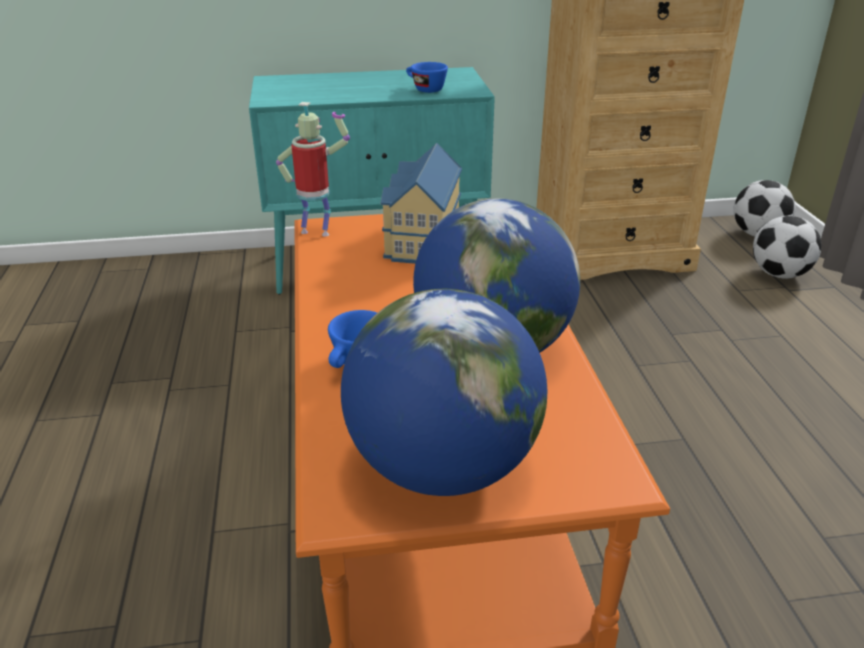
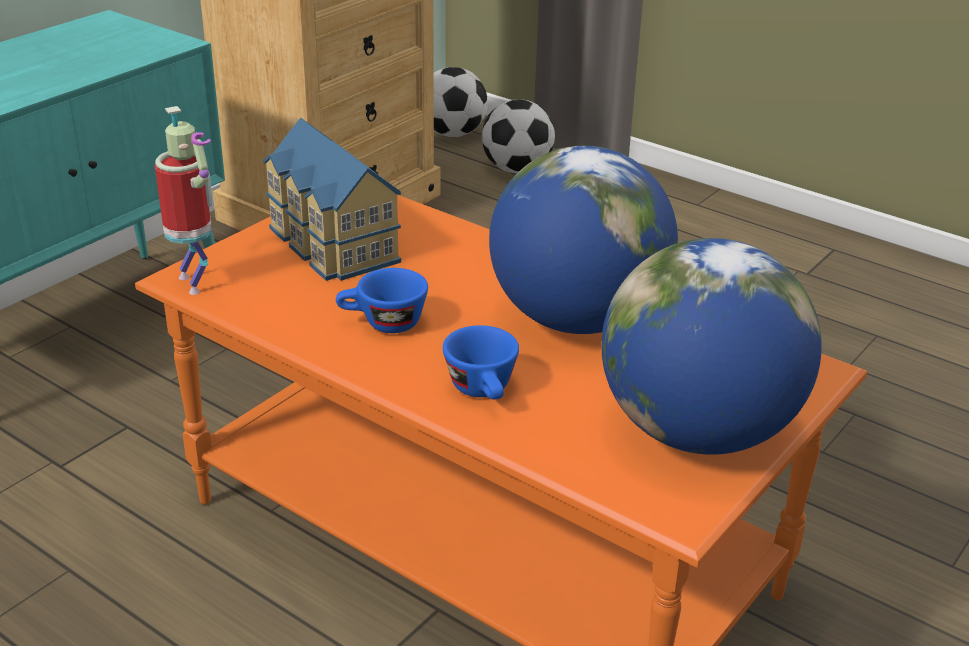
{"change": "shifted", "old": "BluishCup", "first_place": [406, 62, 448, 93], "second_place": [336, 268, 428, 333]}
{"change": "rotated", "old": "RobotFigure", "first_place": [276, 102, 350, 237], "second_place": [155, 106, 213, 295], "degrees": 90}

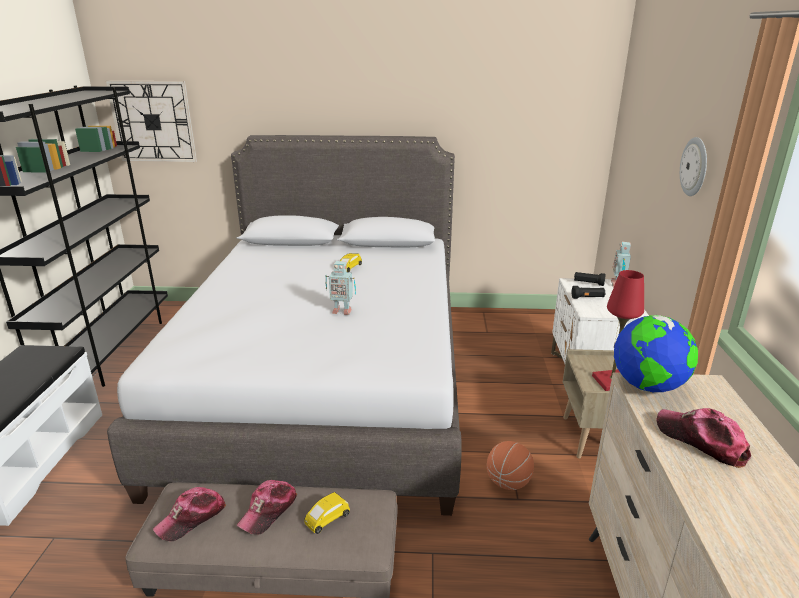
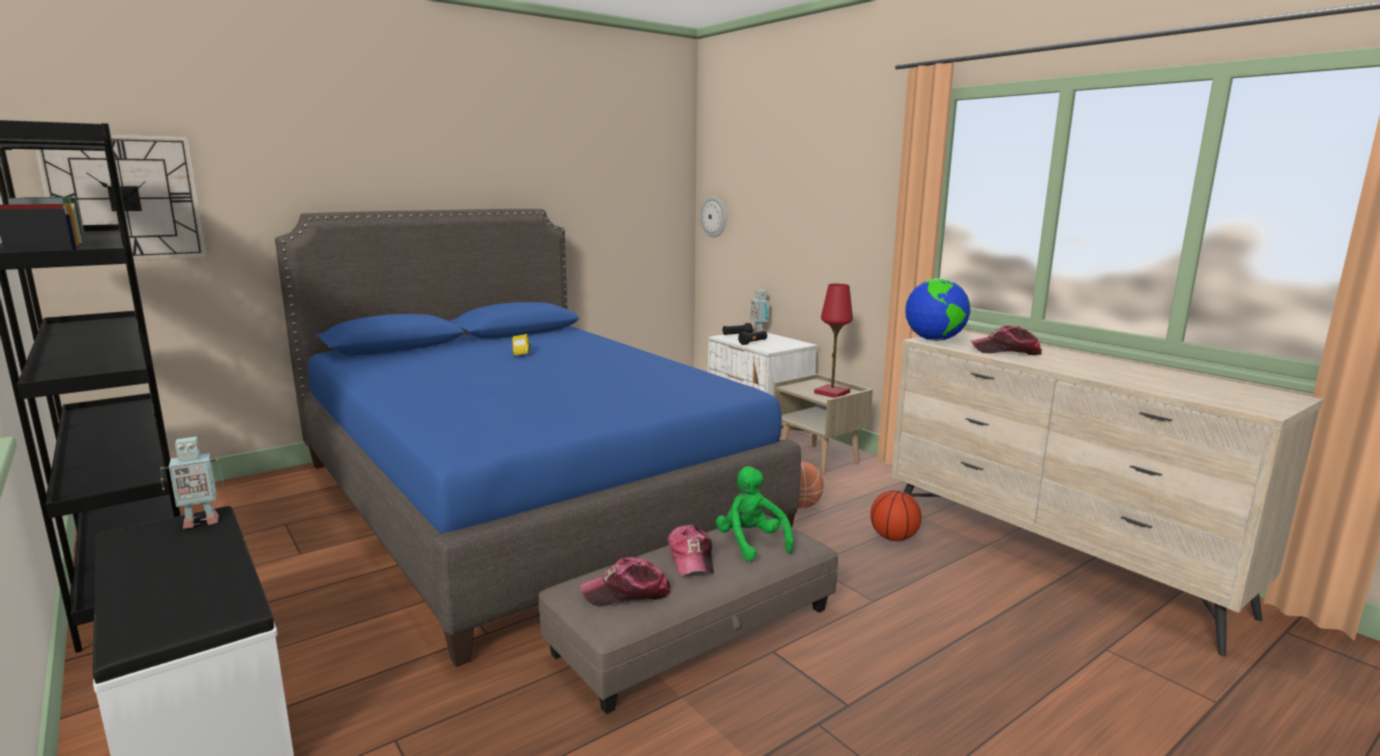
{"change": "new", "new": "Basketball", "second_place": [870, 490, 922, 541]}
{"change": "shifted", "old": "RobotFigure", "first_place": [325, 261, 356, 315], "second_place": [160, 436, 223, 529]}
{"change": "shifted", "old": "ClockOnTheWall", "first_place": [680, 137, 707, 196], "second_place": [701, 196, 726, 238]}
{"change": "swapped", "old": "YellowModelCar", "new": "GreenCuddlyToy", "first_place": [304, 492, 350, 534], "second_place": [716, 466, 794, 561]}
{"change": "repainted", "old": "GraySleepingBed", "new": "BluishSleepingBed", "first_place": [107, 135, 462, 516], "second_place": [275, 209, 801, 667]}
{"change": "rotated", "old": "Cap", "first_place": [153, 487, 226, 541], "second_place": [580, 557, 671, 606], "degrees": 75}

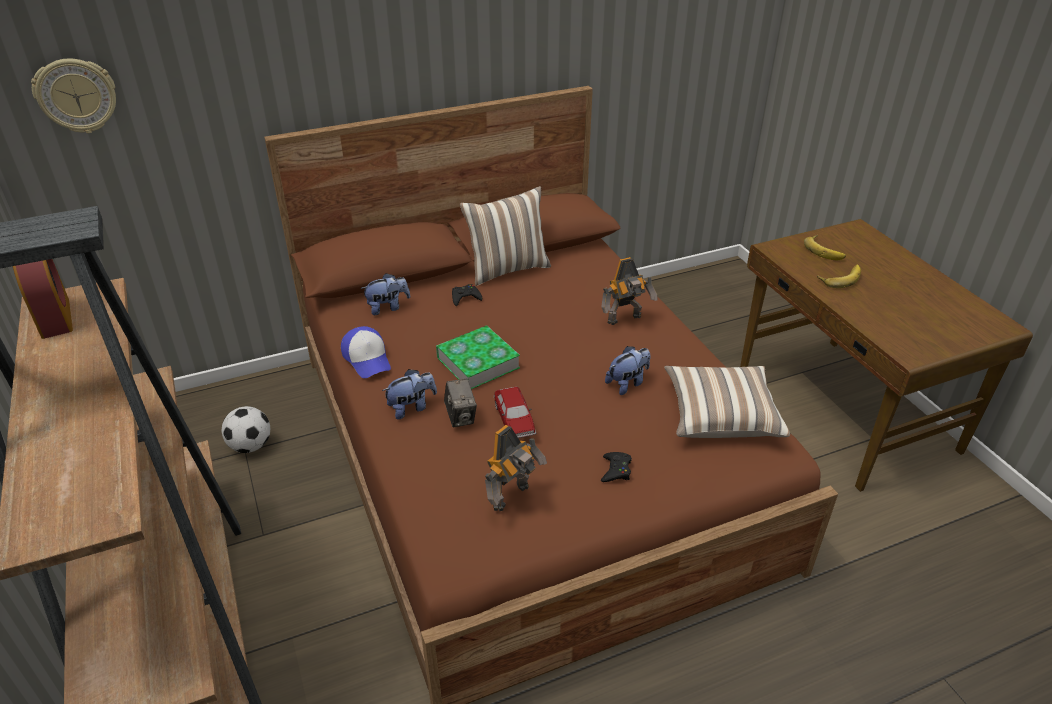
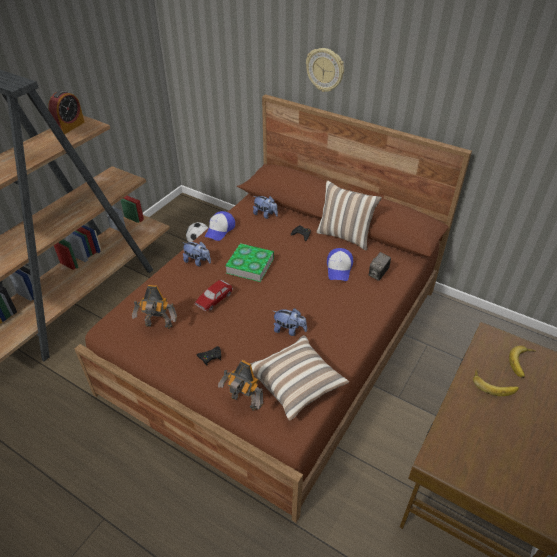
{"change": "new", "new": "Cap", "second_place": [327, 248, 353, 281]}
{"change": "shifted", "old": "ClockOnTheWall", "first_place": [31, 59, 116, 133], "second_place": [306, 48, 344, 92]}
{"change": "shifted", "old": "StillCamera", "first_place": [444, 379, 477, 427], "second_place": [369, 252, 391, 281]}
{"change": "shifted", "old": "RobotFigure", "first_place": [601, 257, 657, 325], "second_place": [218, 360, 263, 411]}

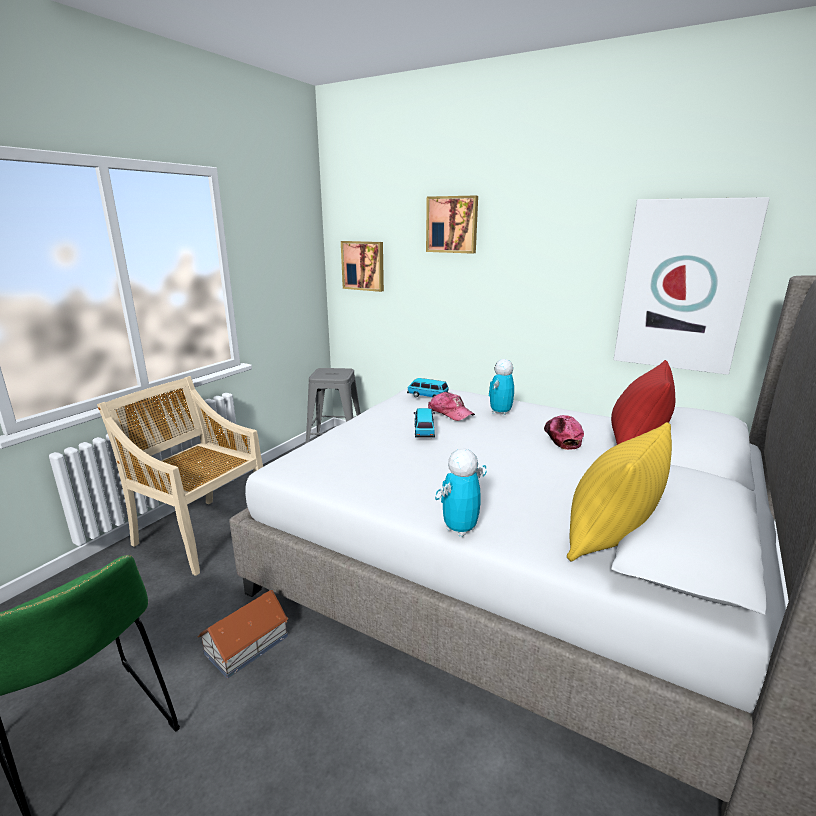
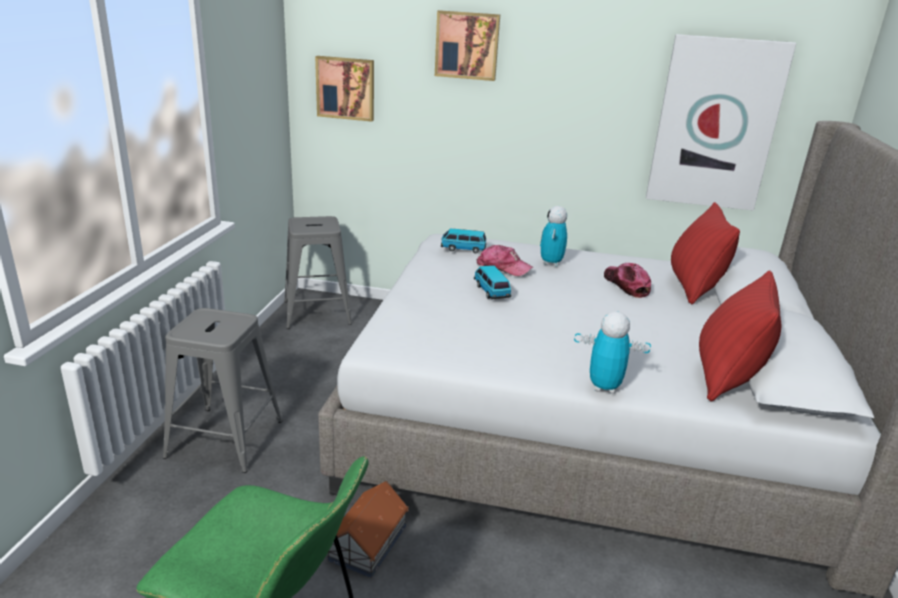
{"change": "swapped", "old": "BeigeColouredUprightChair", "new": "GrayStoolSeat", "first_place": [97, 376, 263, 576], "second_place": [163, 308, 282, 473]}
{"change": "repainted", "old": "YellowThrowPillow", "new": "RedThrowPillow", "first_place": [567, 422, 672, 561], "second_place": [699, 270, 781, 401]}
{"change": "rotated", "old": "RobotFigure", "first_place": [435, 448, 487, 537], "second_place": [574, 311, 651, 394], "degrees": 75}

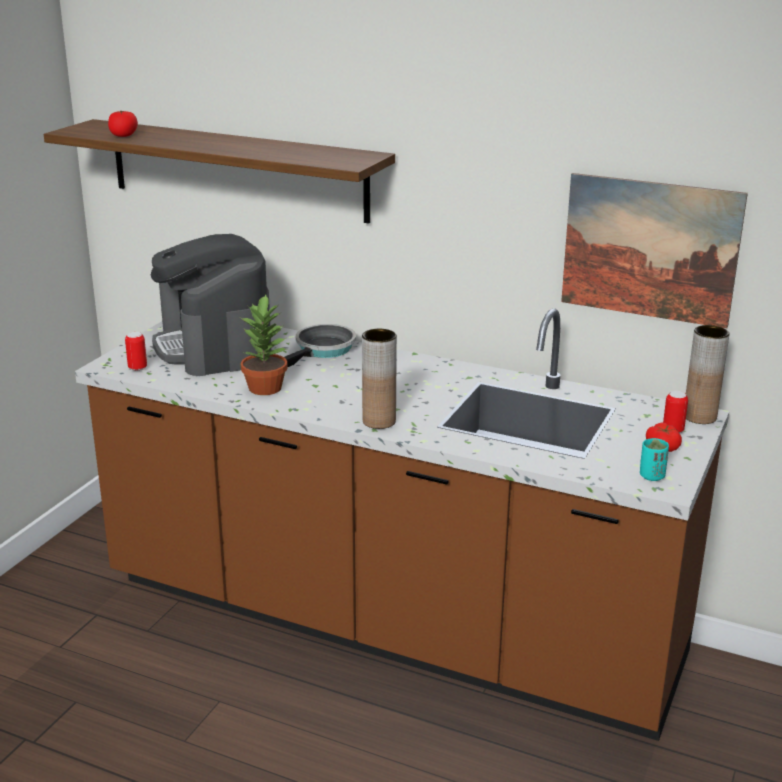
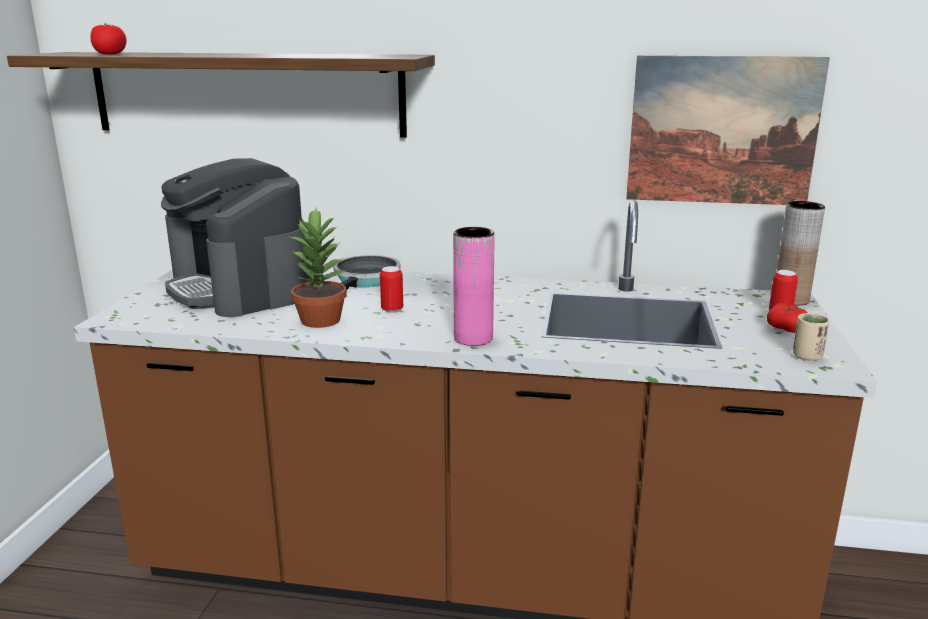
{"change": "shifted", "old": "SealedCan", "first_place": [125, 332, 147, 371], "second_place": [380, 266, 403, 313]}
{"change": "repainted", "old": "BrownVase", "new": "PinkVase", "first_place": [362, 329, 397, 429], "second_place": [453, 227, 495, 346]}
{"change": "repainted", "old": "BlueGreenCup", "new": "BeigeColouredCup", "first_place": [640, 438, 669, 481], "second_place": [793, 313, 829, 361]}

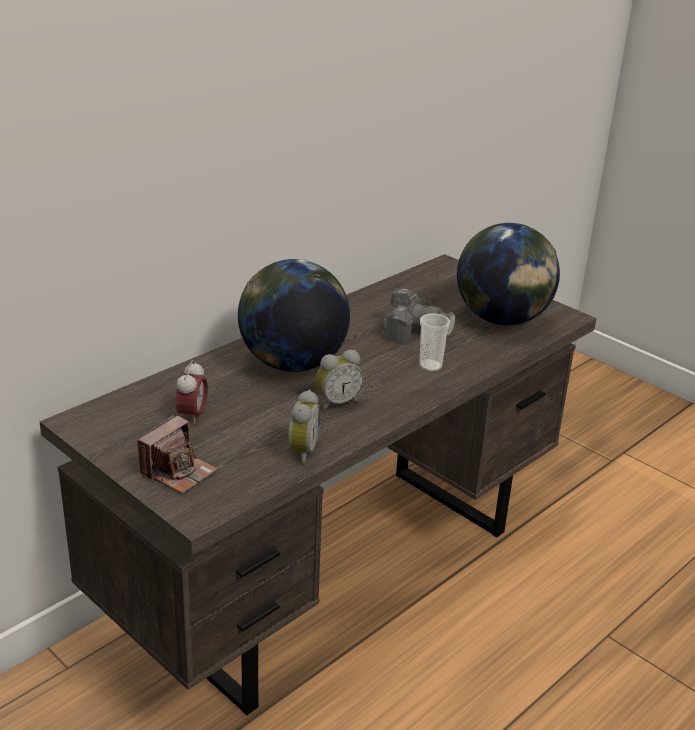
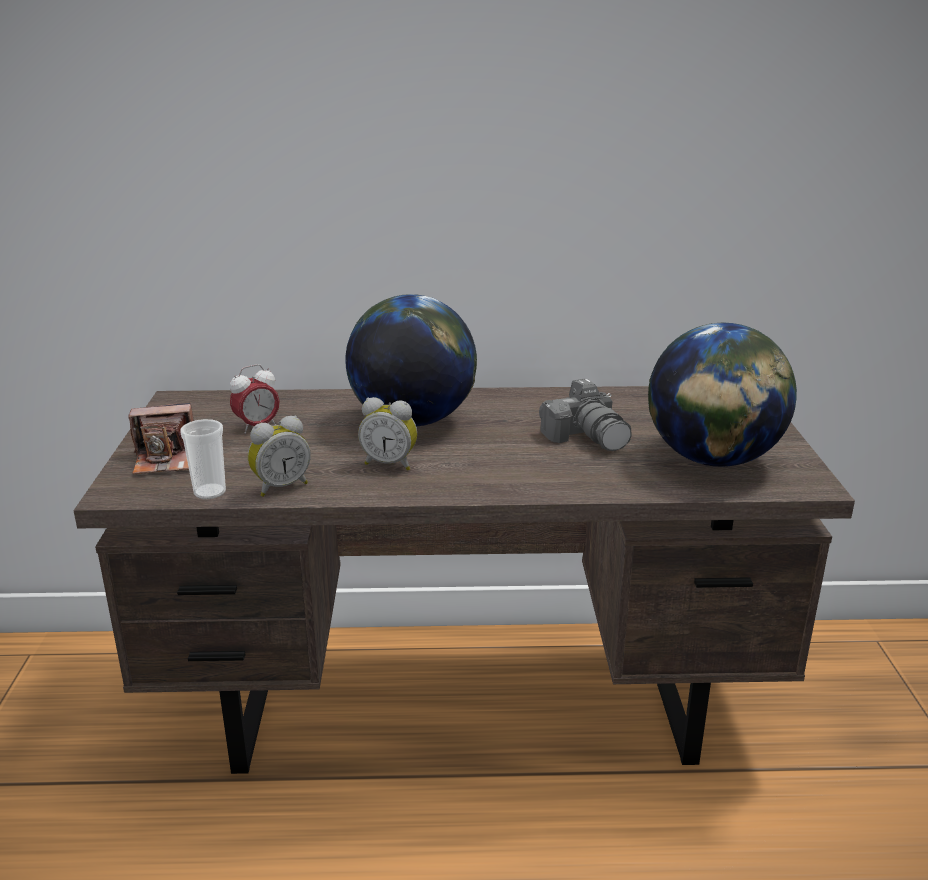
{"change": "shifted", "old": "Cup", "first_place": [419, 313, 450, 372], "second_place": [180, 419, 226, 499]}

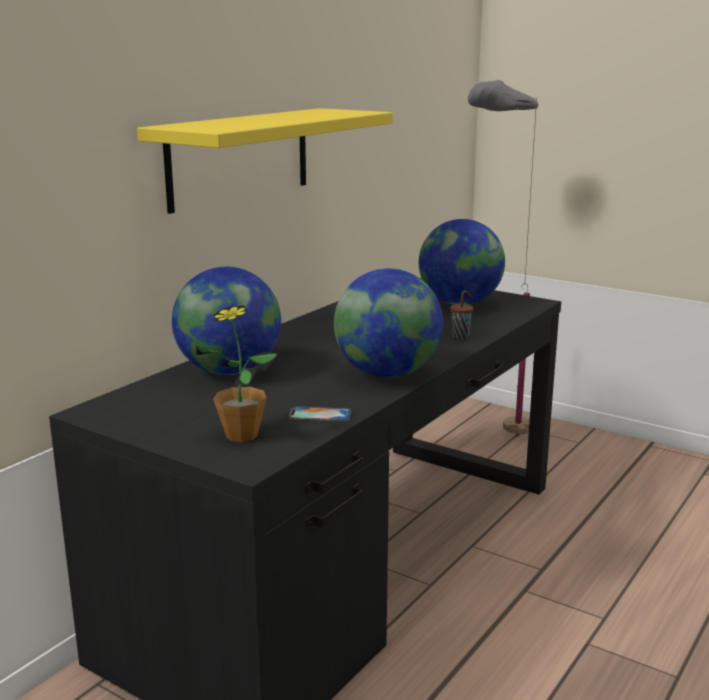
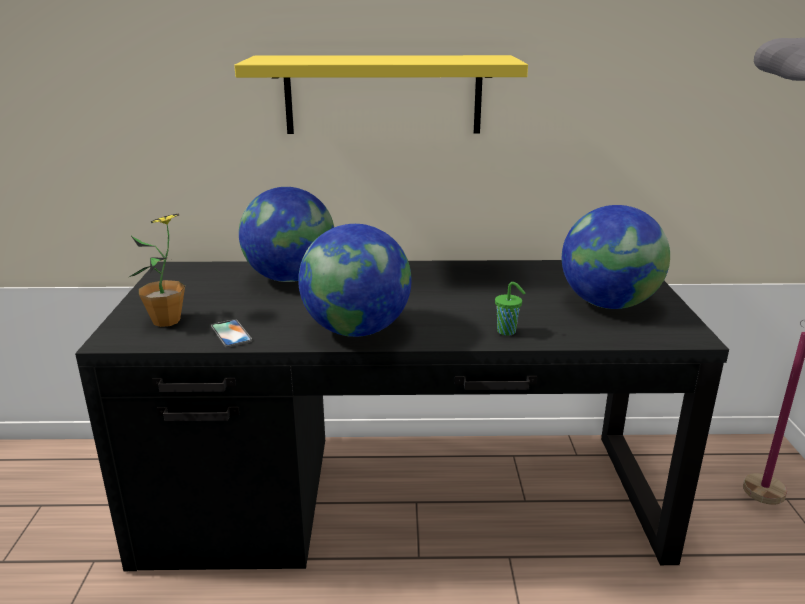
{"change": "repainted", "old": "BrownCup", "new": "GreenCup", "first_place": [450, 290, 474, 339], "second_place": [495, 282, 525, 336]}

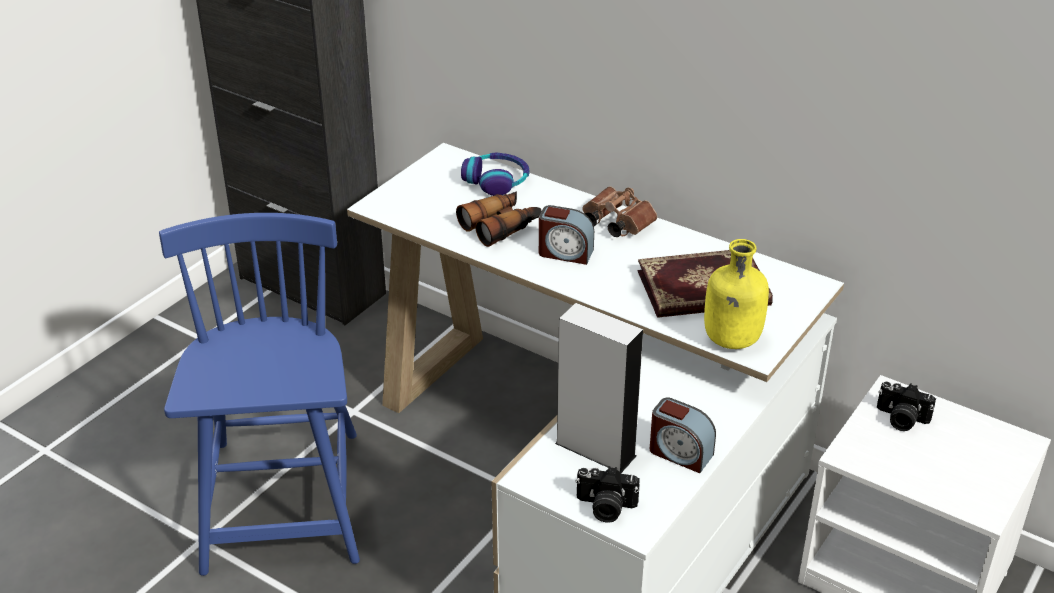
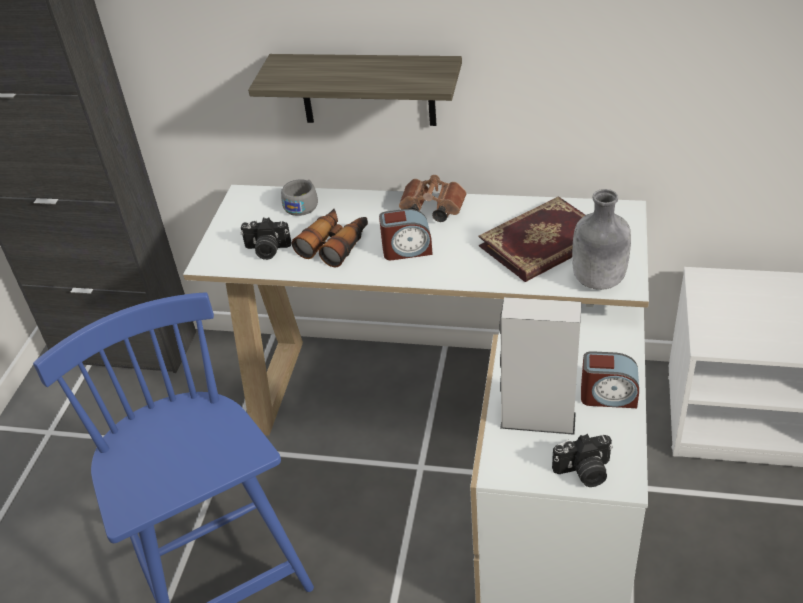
{"change": "new", "new": "Shelf", "second_place": [248, 54, 462, 126]}
{"change": "shifted", "old": "StillCamera", "first_place": [877, 382, 936, 431], "second_place": [241, 217, 292, 260]}
{"change": "swapped", "old": "Headphones", "new": "GrayCup", "first_place": [461, 152, 529, 196], "second_place": [281, 179, 318, 216]}
{"change": "repainted", "old": "YellowBottle", "new": "GrayBottle", "first_place": [704, 239, 769, 349], "second_place": [572, 189, 631, 290]}

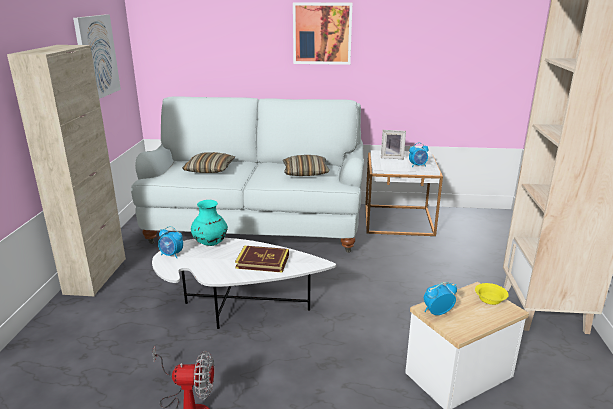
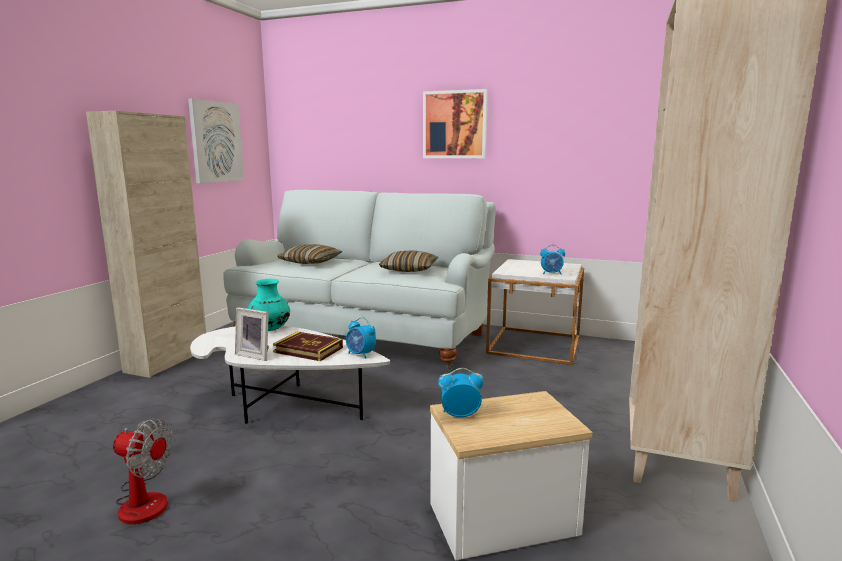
{"change": "gone", "old": "YellowBowl", "first_place": [475, 283, 509, 305]}
{"change": "shifted", "old": "BedsideClock", "first_place": [158, 226, 183, 258], "second_place": [346, 317, 376, 358]}
{"change": "shifted", "old": "PhotoFrame", "first_place": [381, 130, 406, 159], "second_place": [235, 307, 269, 361]}

